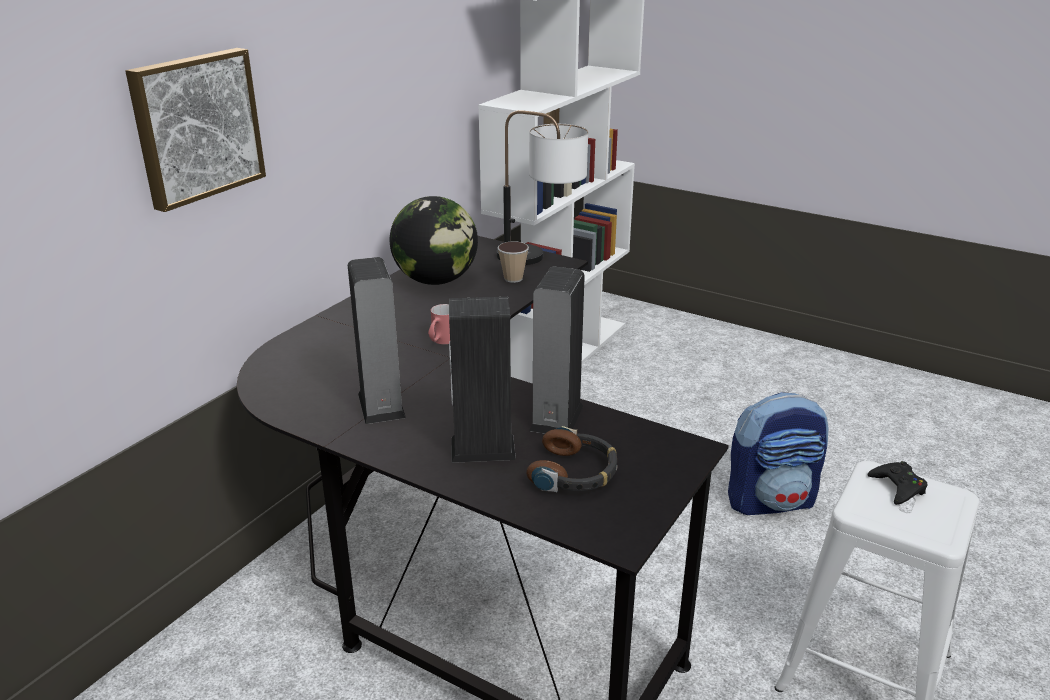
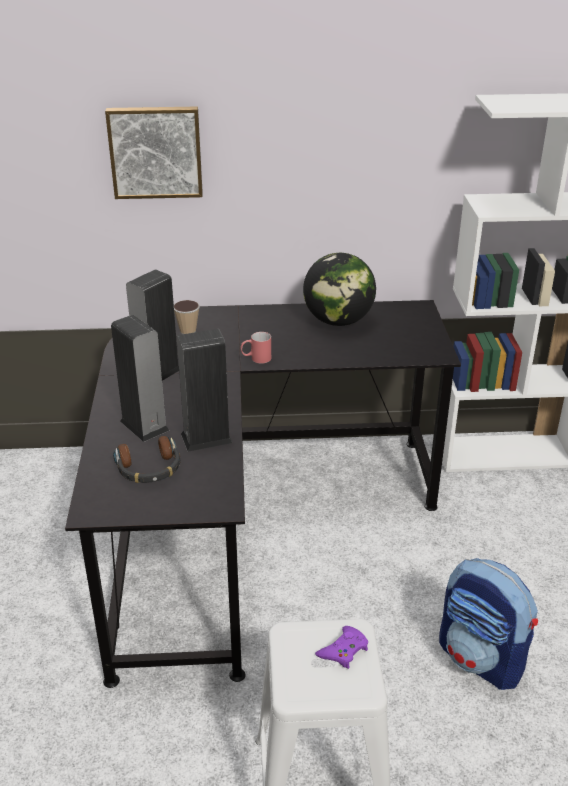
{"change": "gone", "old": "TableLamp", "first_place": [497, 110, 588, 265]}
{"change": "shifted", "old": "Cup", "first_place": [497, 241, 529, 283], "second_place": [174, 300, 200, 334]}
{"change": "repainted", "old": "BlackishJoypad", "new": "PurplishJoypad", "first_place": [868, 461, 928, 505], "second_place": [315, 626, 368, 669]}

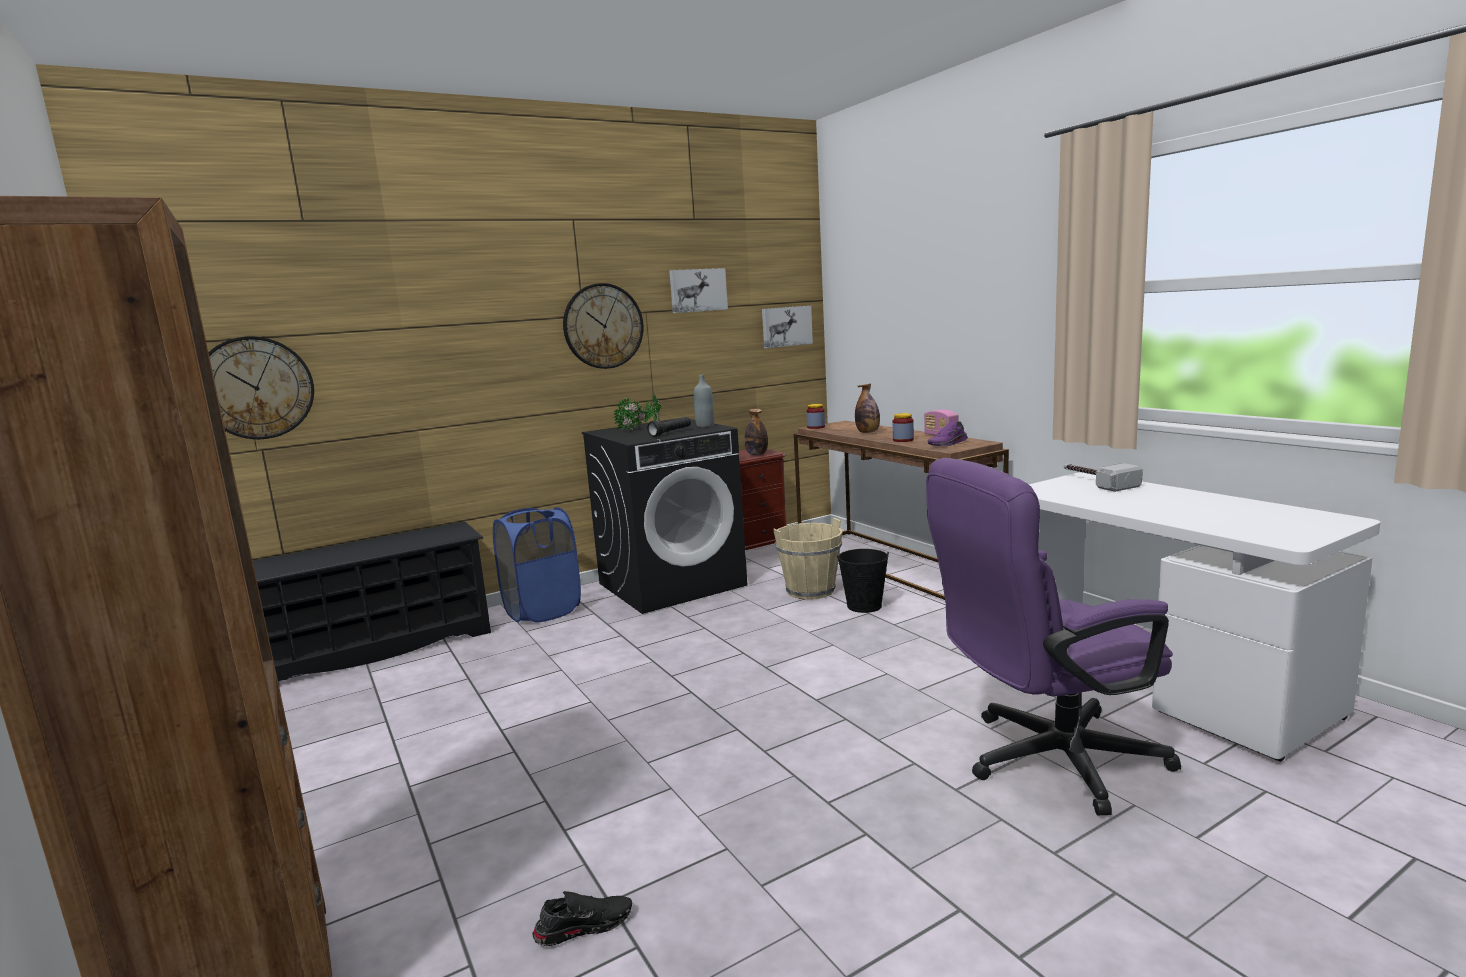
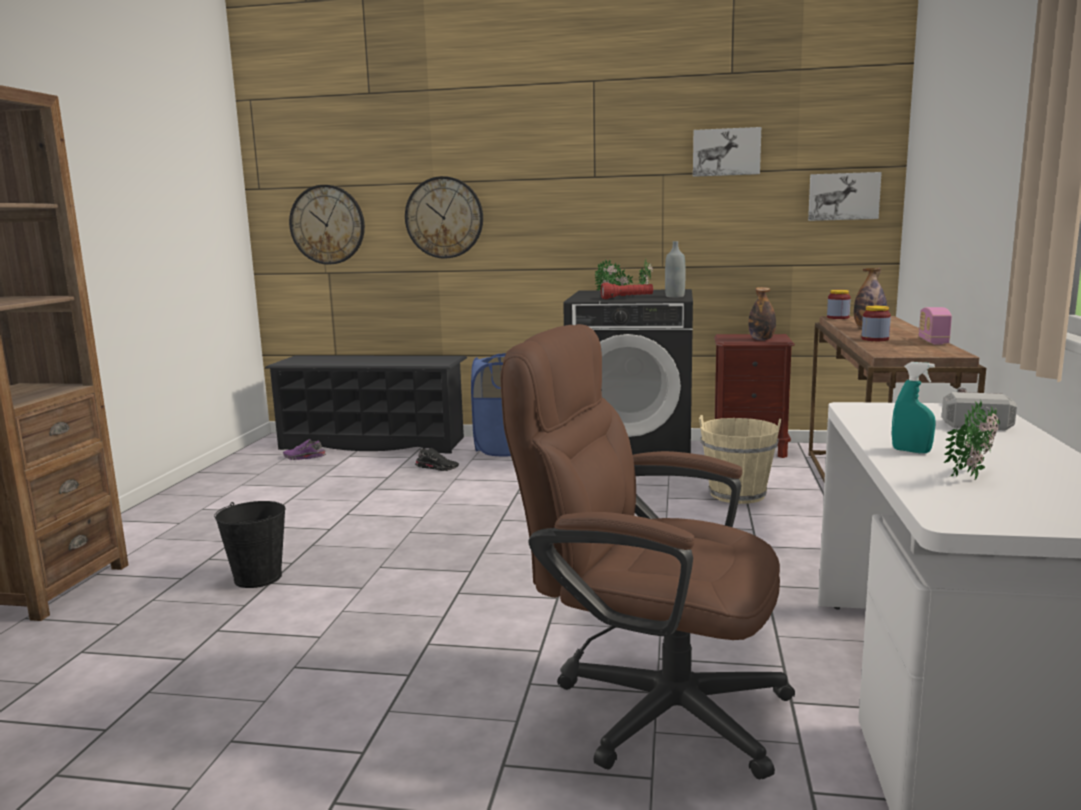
{"change": "new", "new": "BlueGreenHandSprayer", "second_place": [892, 362, 936, 453]}
{"change": "new", "new": "PottedPlant", "second_place": [943, 401, 1000, 480]}
{"change": "shifted", "old": "BlackishLowShoe", "first_place": [532, 891, 632, 946], "second_place": [415, 448, 459, 471]}
{"change": "shifted", "old": "ClockOnTheWall", "first_place": [563, 283, 643, 369], "second_place": [405, 176, 483, 259]}
{"change": "shifted", "old": "BlackishBucket", "first_place": [837, 549, 889, 613], "second_place": [214, 501, 286, 588]}
{"change": "shifted", "old": "PurplishLowShoe", "first_place": [928, 421, 968, 446], "second_place": [283, 439, 326, 460]}
{"change": "repainted", "old": "BlackishFlashlight", "new": "RedFlashlight", "first_place": [647, 417, 691, 437], "second_place": [601, 283, 653, 299]}
{"change": "repainted", "old": "PurplishComputerChair", "new": "BrownComputerChair", "first_place": [926, 458, 1181, 816], "second_place": [500, 324, 795, 779]}

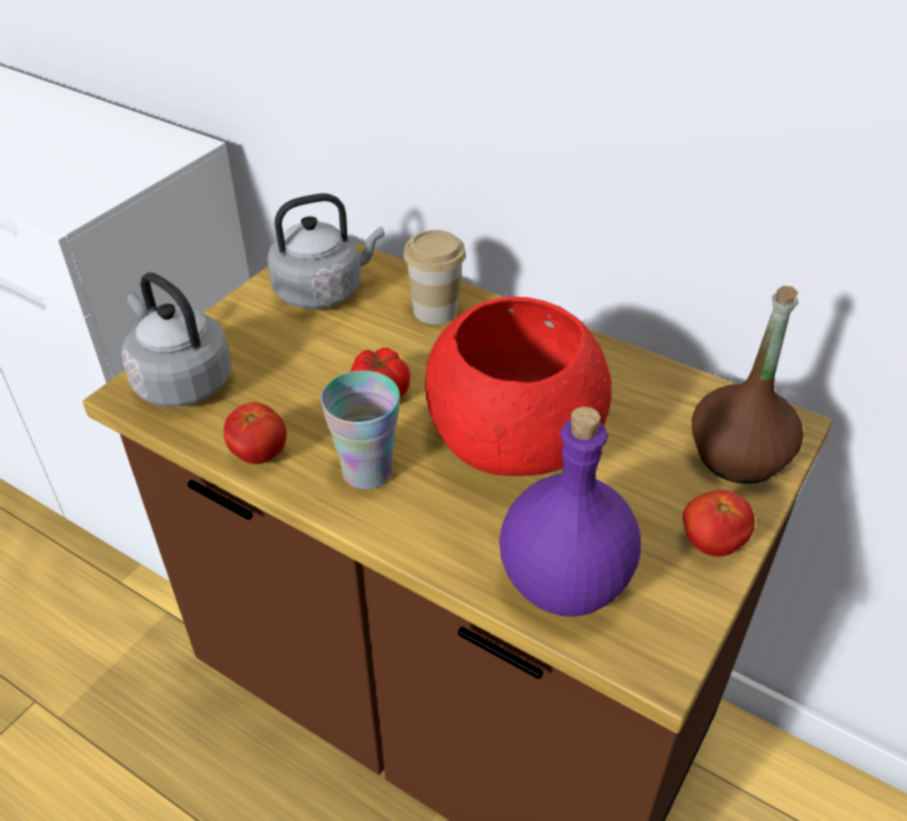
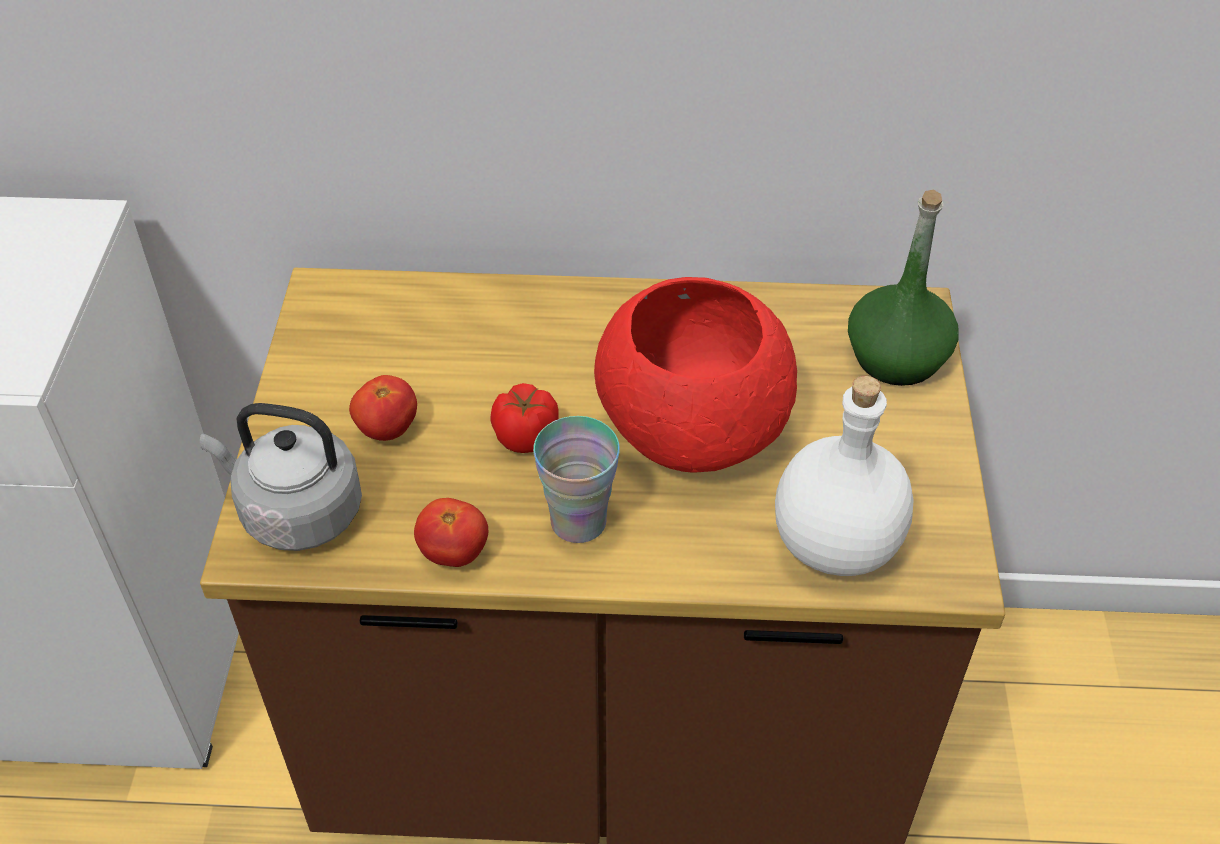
{"change": "gone", "old": "GrayTeaKettle", "first_place": [267, 193, 384, 309]}
{"change": "gone", "old": "Cup", "first_place": [403, 230, 466, 324]}
{"change": "shifted", "old": "WholeTomato", "first_place": [683, 490, 755, 557], "second_place": [349, 375, 417, 441]}
{"change": "repainted", "old": "PurplishBottle", "new": "WhiteBottle", "first_place": [499, 407, 641, 616], "second_place": [775, 376, 914, 576]}
{"change": "repainted", "old": "BrownBottle", "new": "GreenBottle", "first_place": [692, 286, 804, 484], "second_place": [848, 190, 958, 386]}

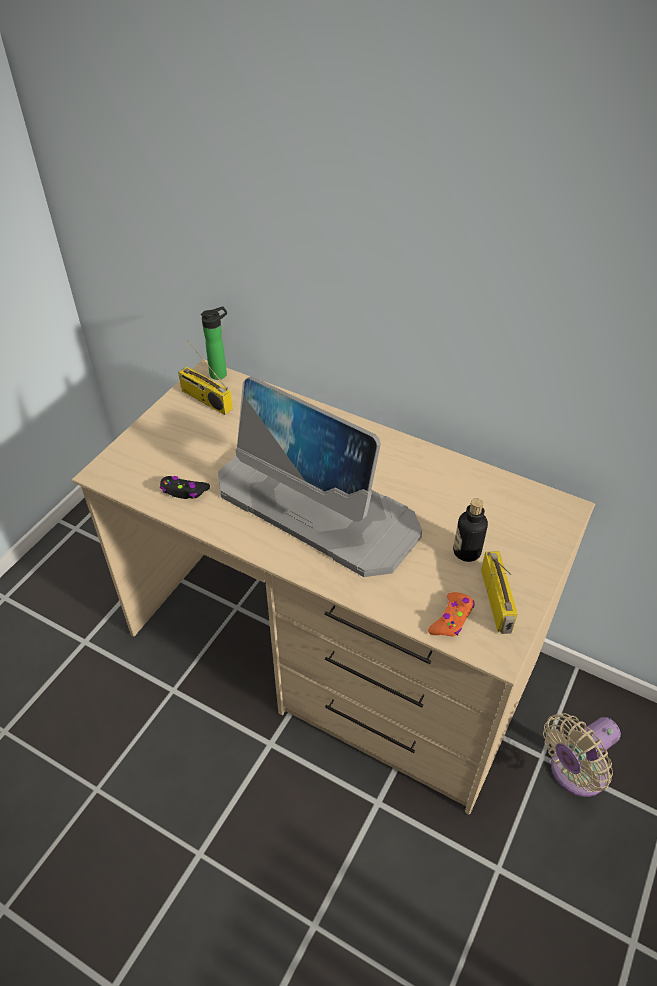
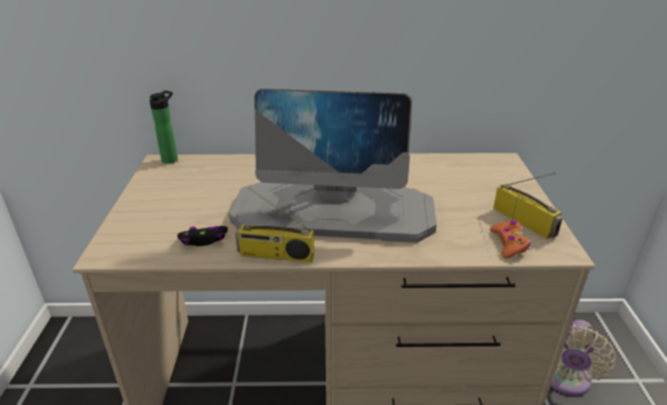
{"change": "gone", "old": "Bottle", "first_place": [453, 498, 488, 562]}
{"change": "shifted", "old": "RadioReceiver", "first_place": [178, 341, 233, 415], "second_place": [235, 188, 314, 262]}

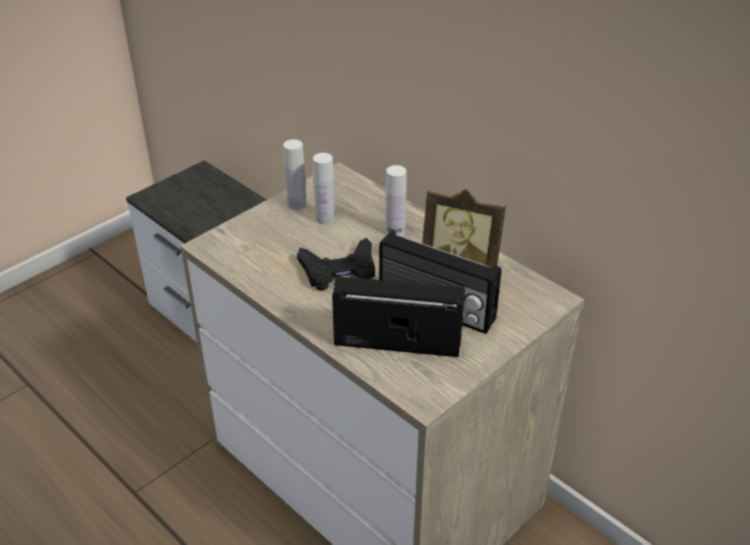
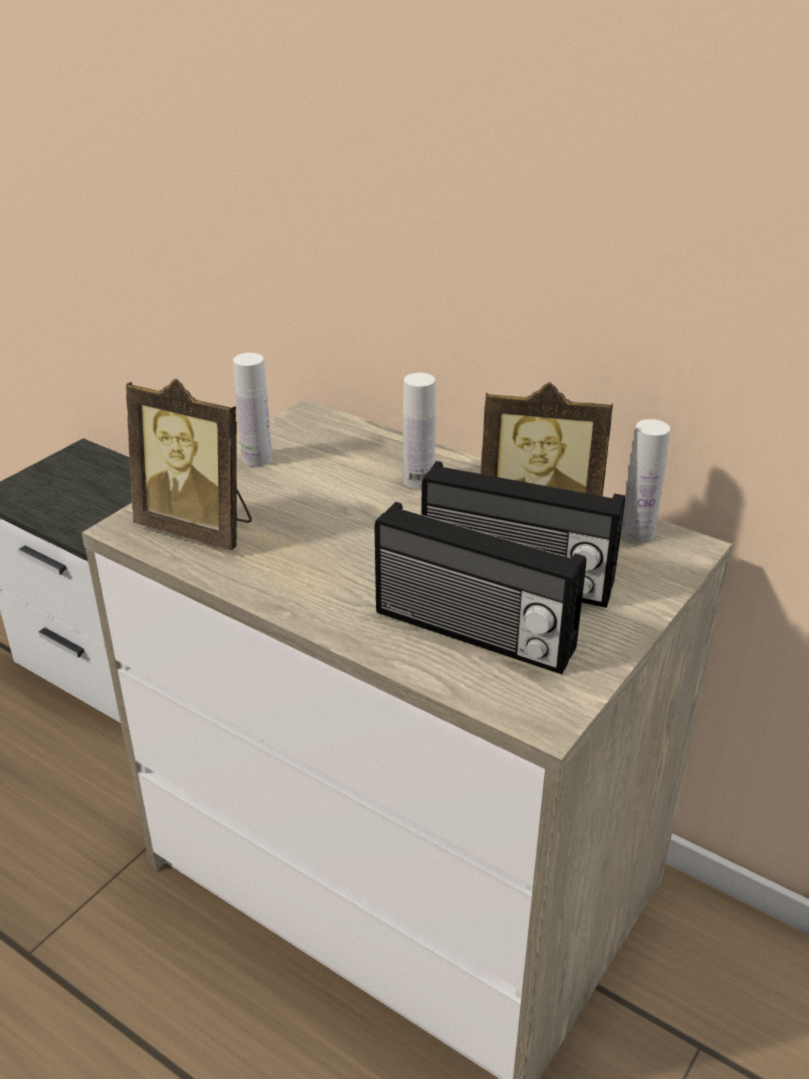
{"change": "gone", "old": "BlackishJoypad", "first_place": [297, 238, 375, 291]}
{"change": "new", "new": "PhotoFrame", "second_place": [126, 379, 252, 550]}
{"change": "shifted", "old": "WhiteBottle", "first_place": [313, 153, 335, 225], "second_place": [621, 419, 670, 543]}
{"change": "rotated", "old": "RadioReceiver", "first_place": [332, 276, 465, 357], "second_place": [375, 502, 586, 674], "degrees": -150}

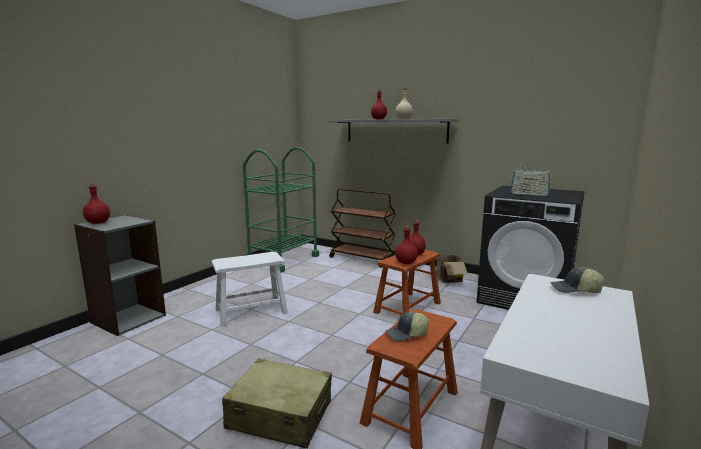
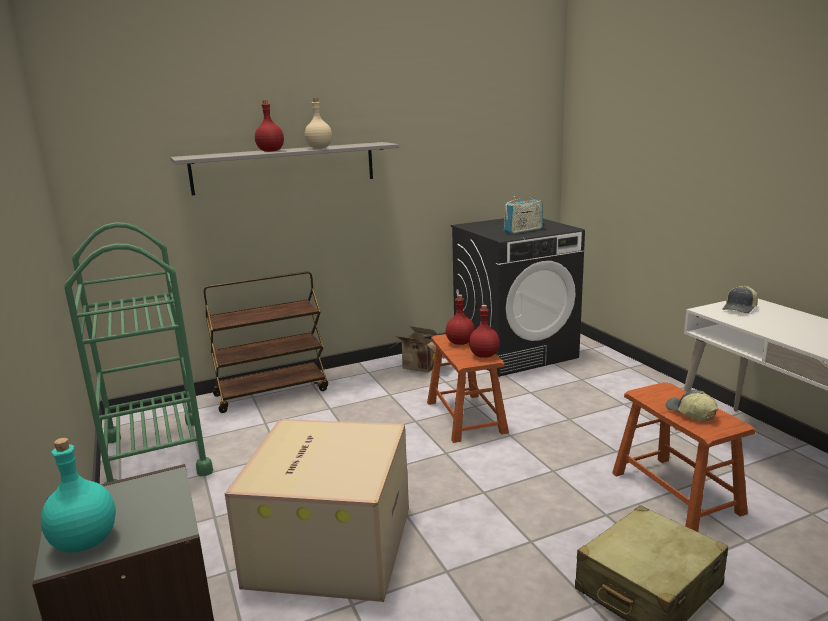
{"change": "swapped", "old": "WhiteStoolSeat", "new": "Carton", "first_place": [211, 252, 288, 326], "second_place": [225, 419, 409, 602]}
{"change": "repainted", "old": "RedBottle", "new": "BlueGreenBottle", "first_place": [83, 183, 110, 224], "second_place": [41, 438, 116, 553]}
{"change": "rotated", "old": "Cap", "first_place": [385, 312, 429, 341], "second_place": [666, 390, 718, 422], "degrees": 135}

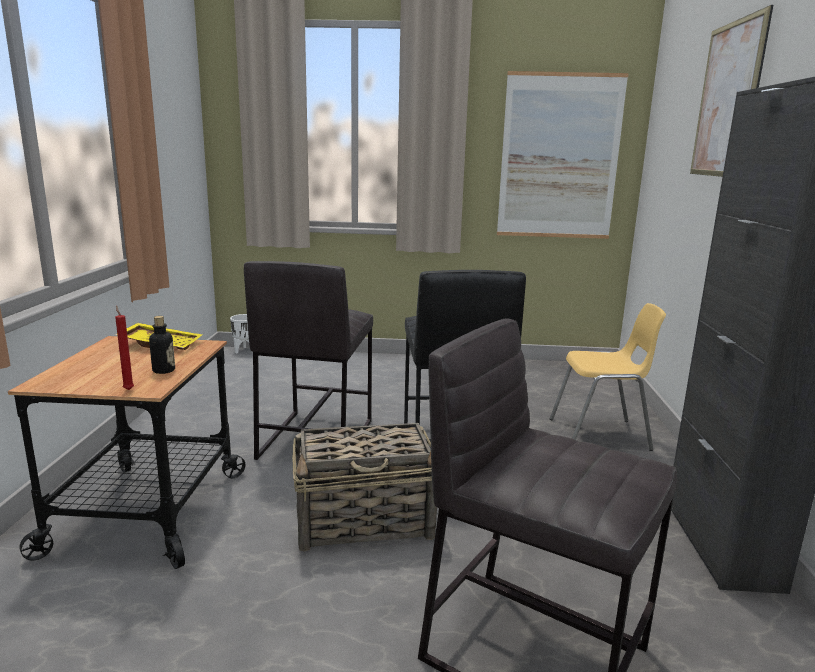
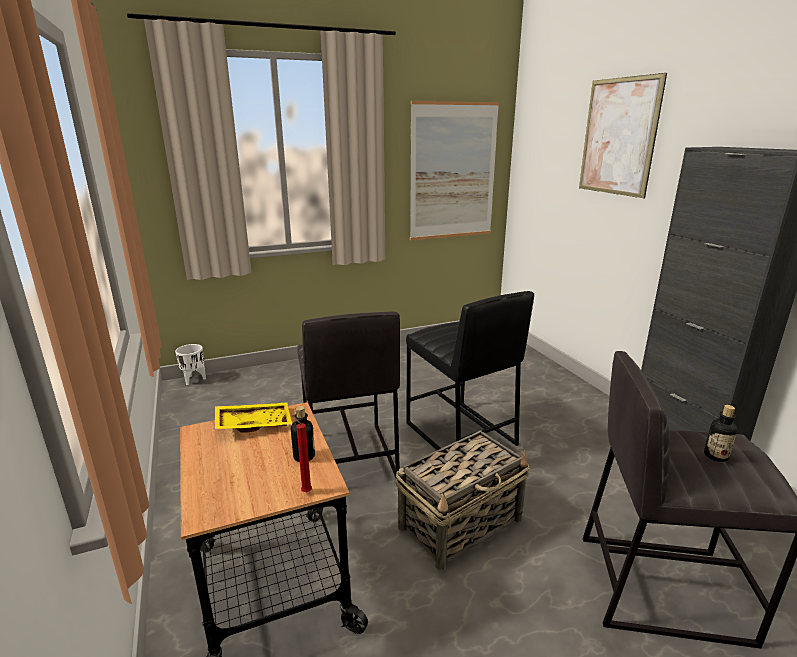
{"change": "gone", "old": "YellowUprightChair", "first_place": [550, 303, 666, 451]}
{"change": "new", "new": "Bottle", "second_place": [704, 405, 737, 462]}

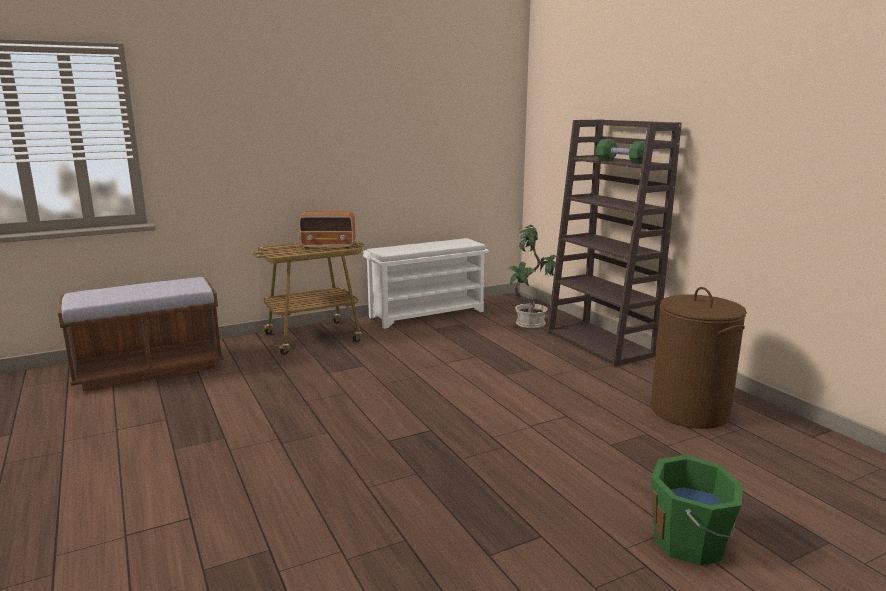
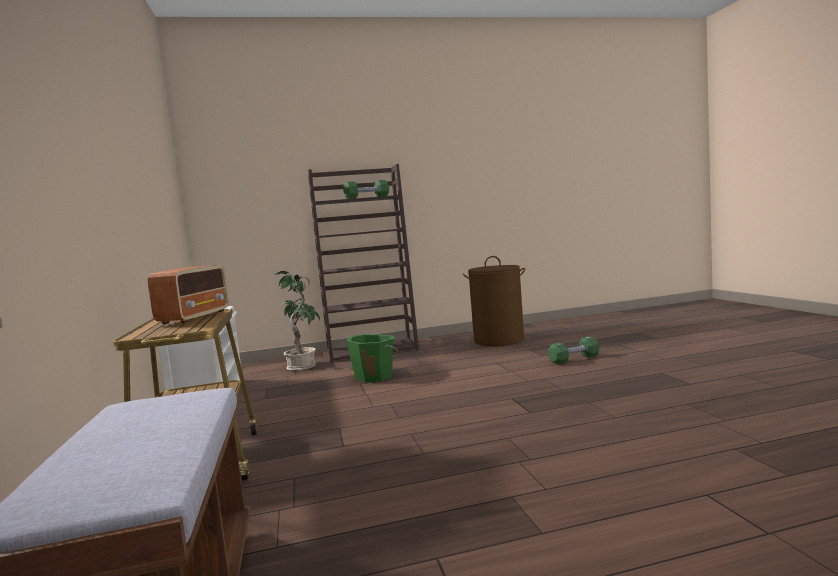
{"change": "new", "new": "GreenHandWeight", "second_place": [548, 336, 599, 365]}
{"change": "shifted", "old": "GreenBucket", "first_place": [652, 455, 743, 566], "second_place": [347, 334, 398, 383]}

